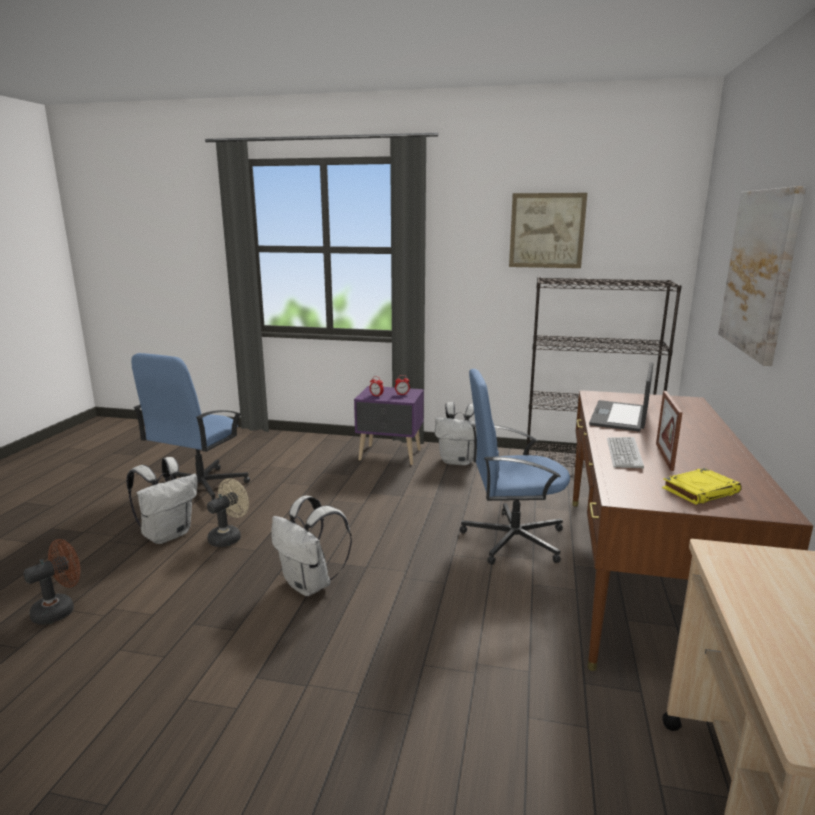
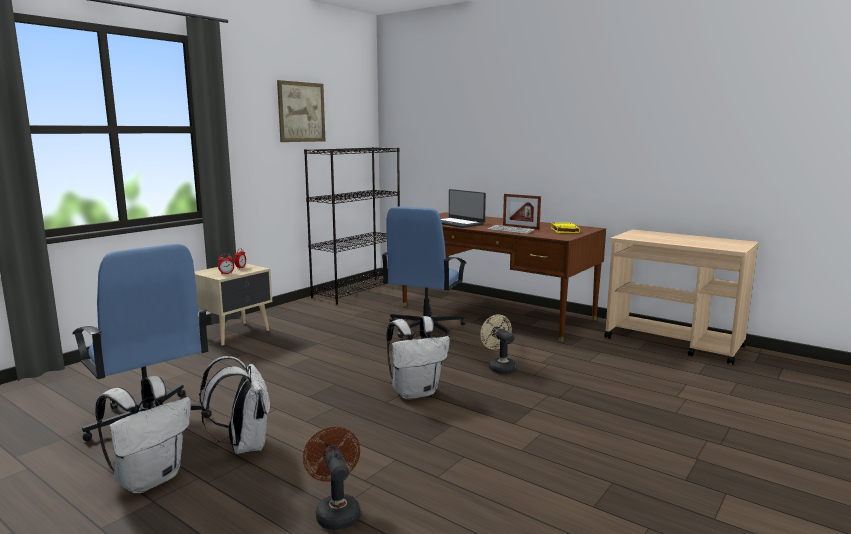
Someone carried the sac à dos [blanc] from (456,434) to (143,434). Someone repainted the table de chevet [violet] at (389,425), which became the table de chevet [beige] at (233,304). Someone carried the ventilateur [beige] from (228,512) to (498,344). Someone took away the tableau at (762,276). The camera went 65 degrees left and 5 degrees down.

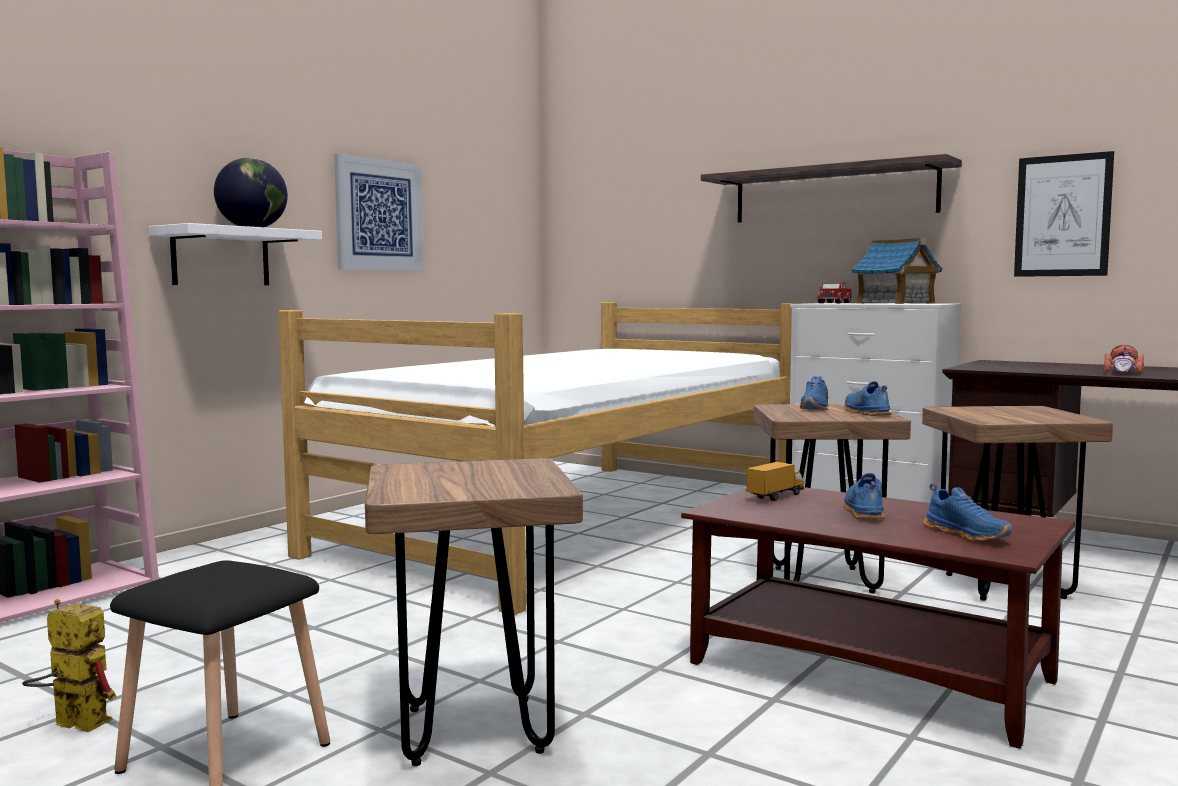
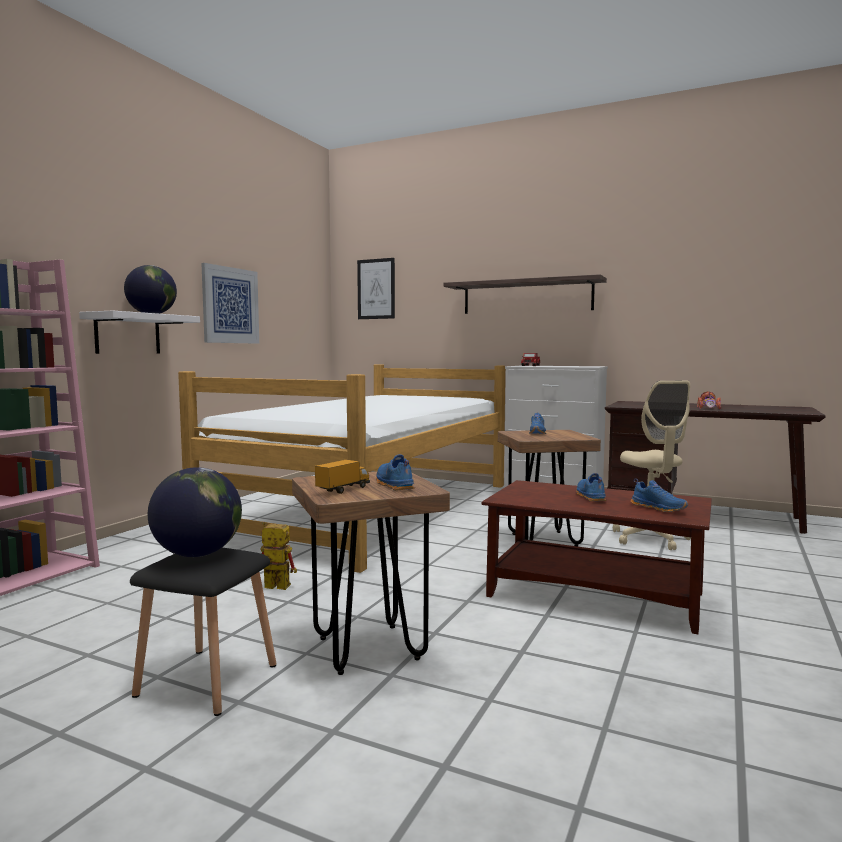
Someone put down the globe at (195,512). Someone carried the robot jouet from (69,665) to (279,556). Someone carried the camion jouet from (775,481) to (342,477). Someone carried the tableau from (1064,214) to (376,288). Someone carried the chaussure [bleu] from (868,398) to (395,472). Someone swapped the tabouret [marron] at (1017,503) for the chaise de bureau [beige] at (652,465). Someone took away the maison miniature at (897,271). The camera went 10 degrees left and 0 degrees up.

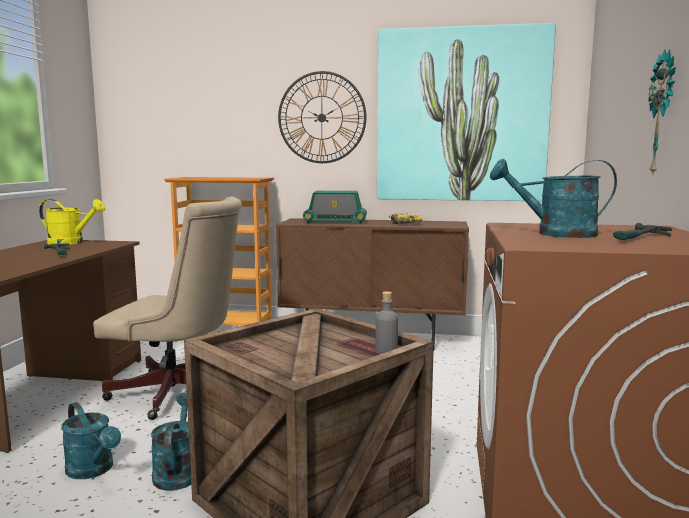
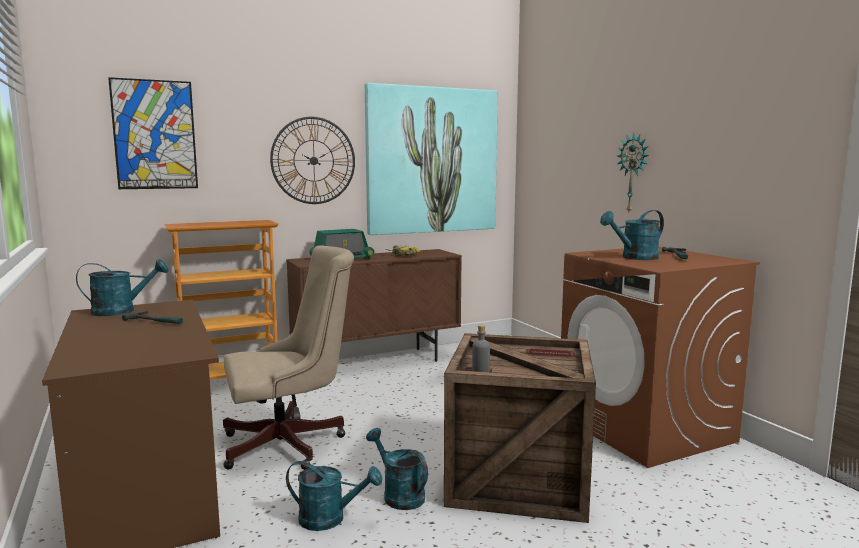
Someone repainted the arrosoir [jaune] at (72,222), which became the arrosoir [turquoise] at (122,287). Someone put up the tableau at (153,133). Someone carried the bouteille [gris] from (387,322) to (481,348). The camera went 35 degrees left and 0 degrees up.

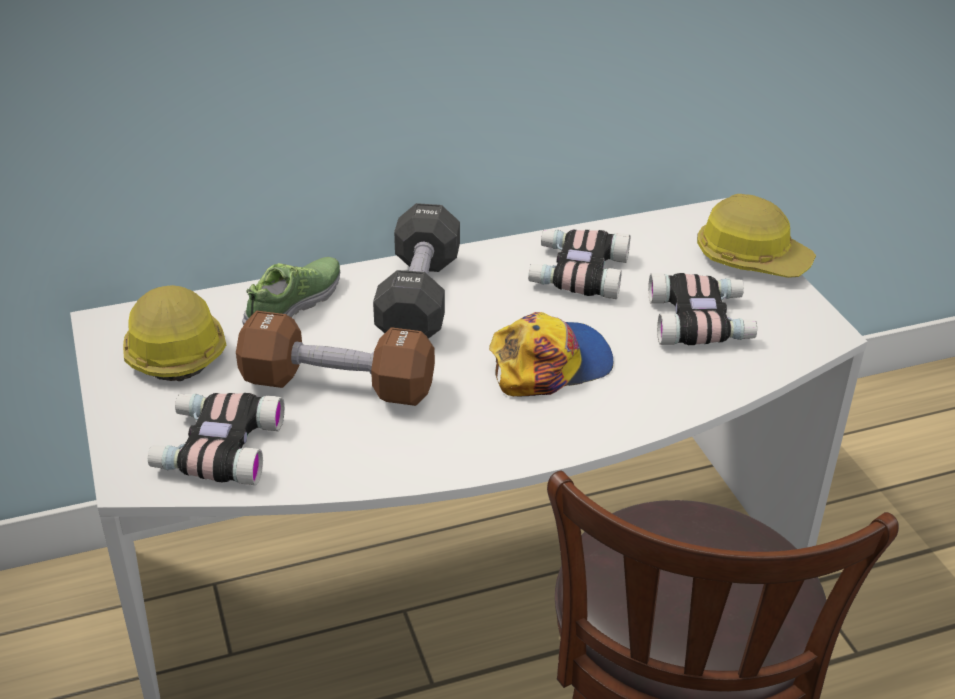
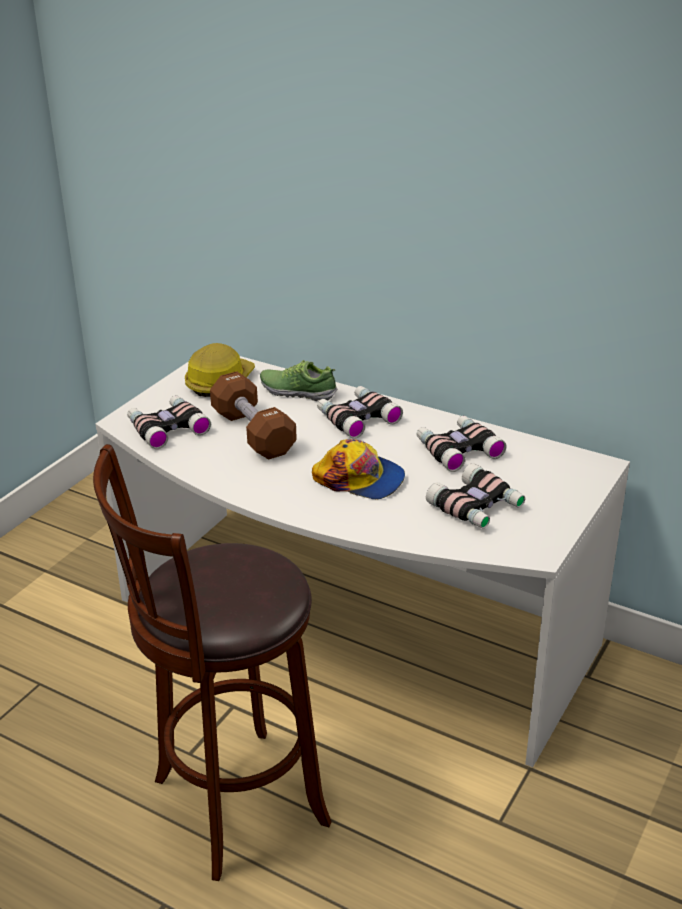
Someone rotated the chaussure at (291,291) by 150 degrees counterclockwise. Someone swapped the haltère [noir] at (416,271) for the jumelles at (360,412). Someone took away the casque de chantier at (756,236). The camera went 50 degrees right and 5 degrees down.

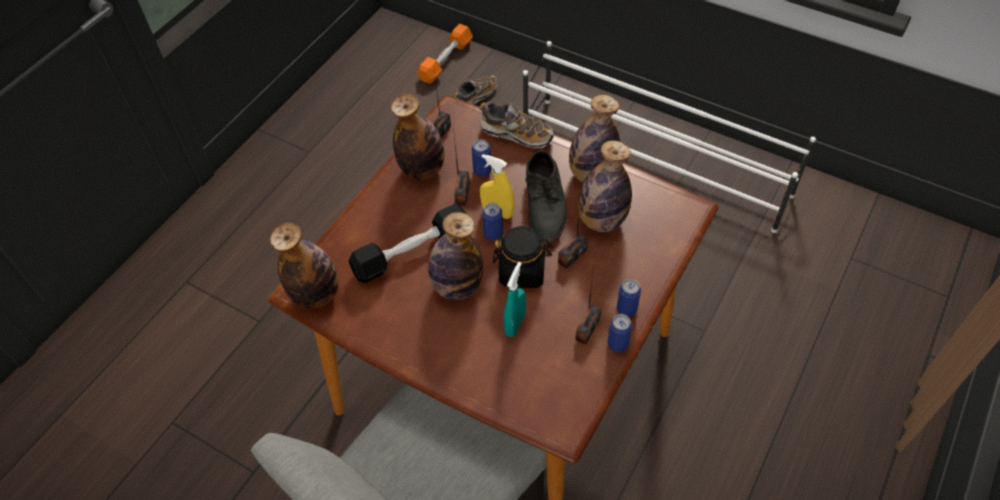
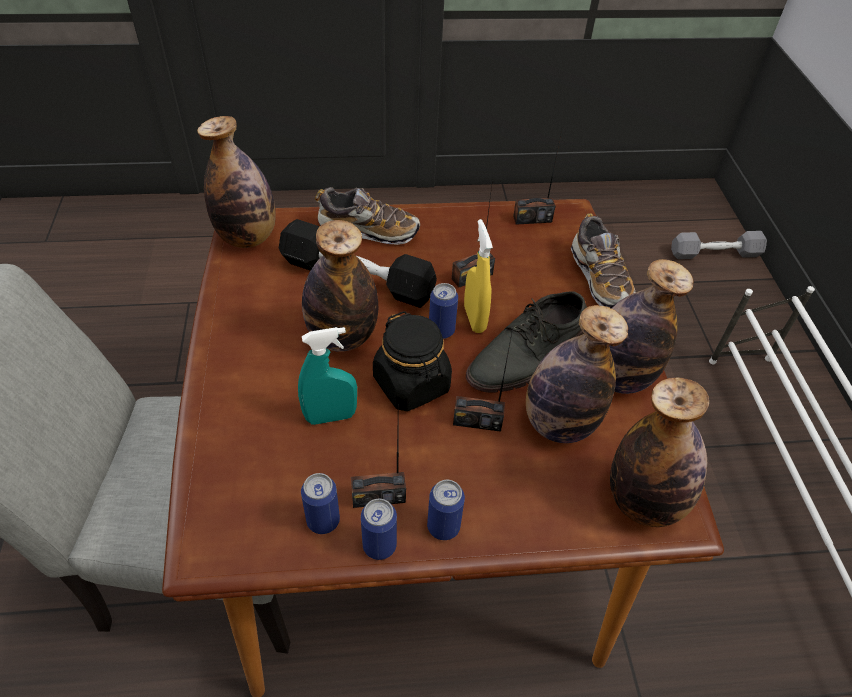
Someone carried the boîte métallique from (481,158) to (320,503). Someone carried the chaussure from (475,90) to (367,216). Someone carried the bouteille from (418,137) to (659,452). Someone repainted the haltère [orange] at (445,54), which became the haltère [gris] at (719,245). The camera went 50 degrees right and 5 degrees down.

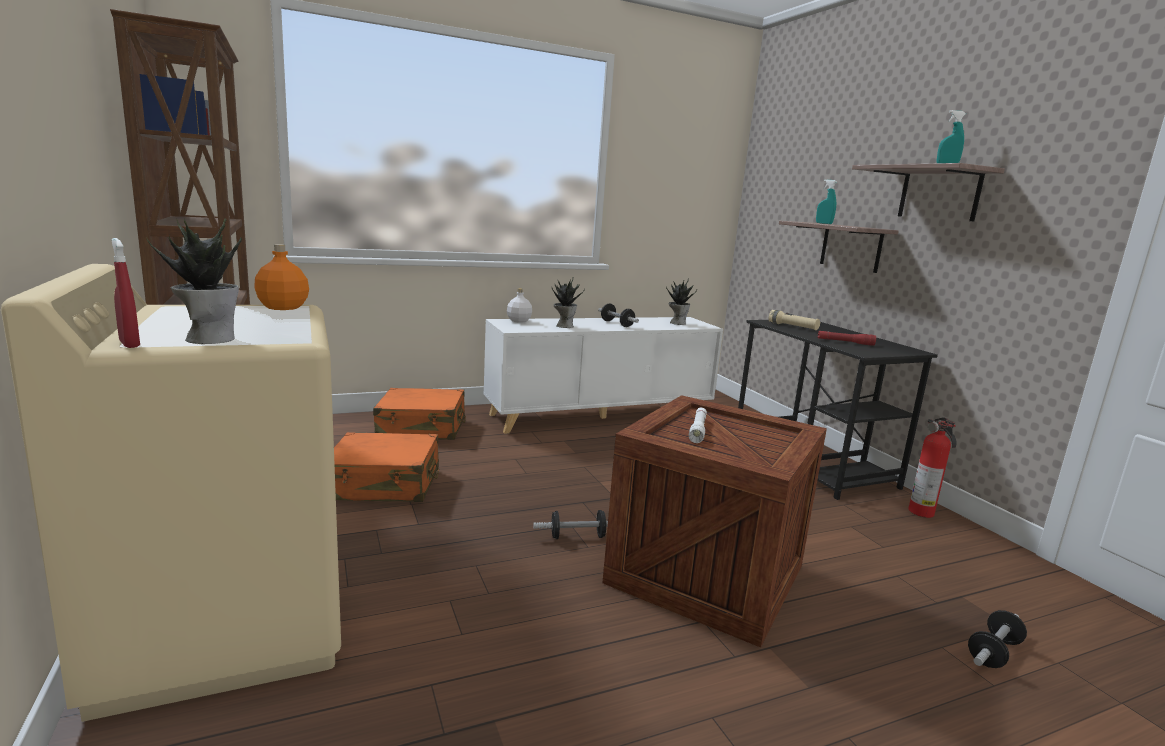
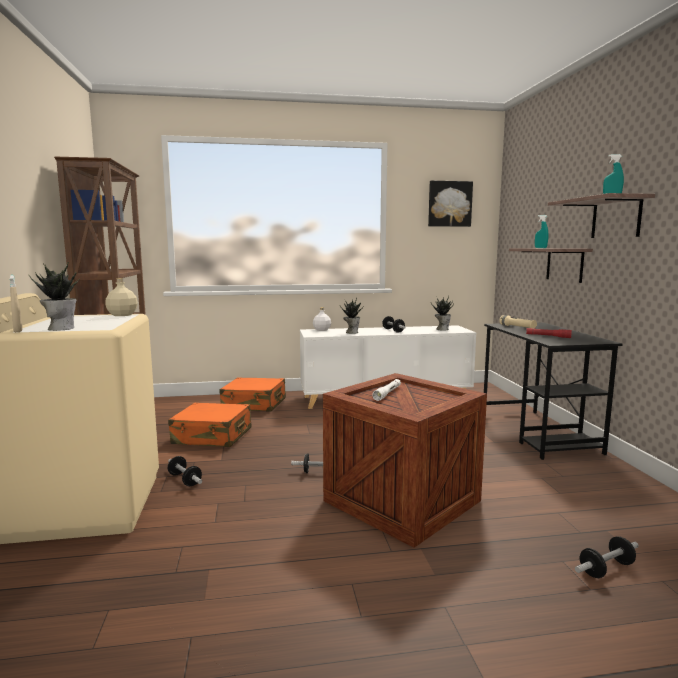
Someone repainted the vaporisateur [rouge] at (126,293), which became the vaporisateur [beige] at (16,303). Someone repainted the bouteille [orange] at (281,277), which became the bouteille [beige] at (121,297). Someone put down the haltère at (185,471). Someone put up the tableau at (450,204). Someone took away the extincteur at (932,467). The camera went 15 degrees right and 5 degrees down.

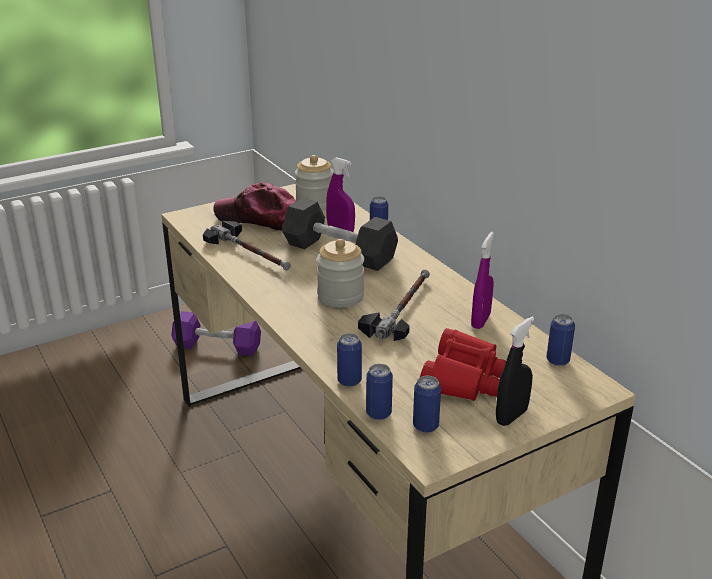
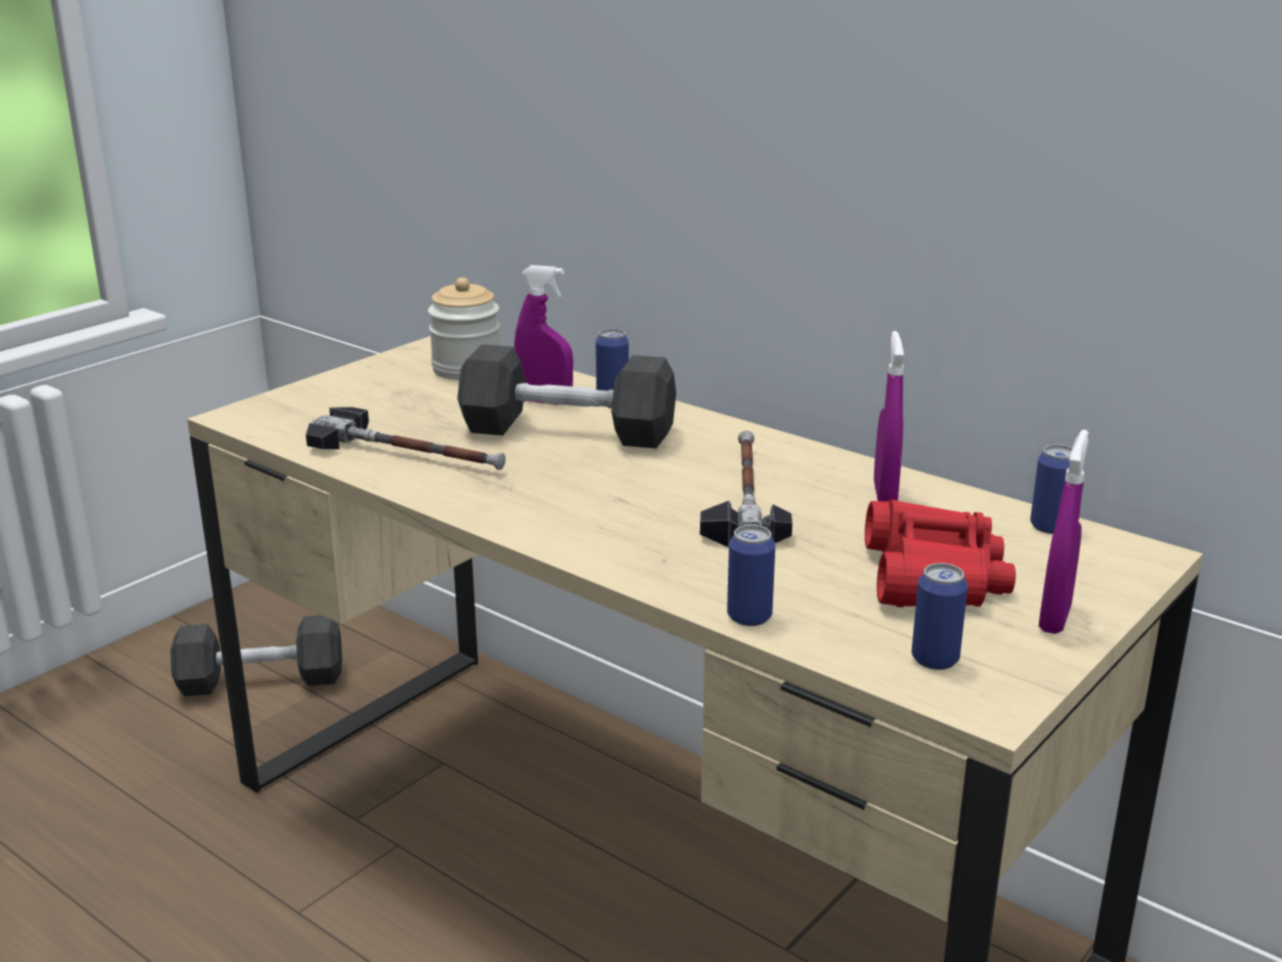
Someone repainted the haltère [violet] at (216,333), which became the haltère [noir] at (256,655). Someone repainted the vaporisateur [noir] at (515,371), which became the vaporisateur [violet] at (1064,532). Someone took away the casquette at (255,206). Someone took away the bocal at (340,273). Someone took away the boîte métallique at (379,392). The camera went 20 degrees left and 5 degrees down.

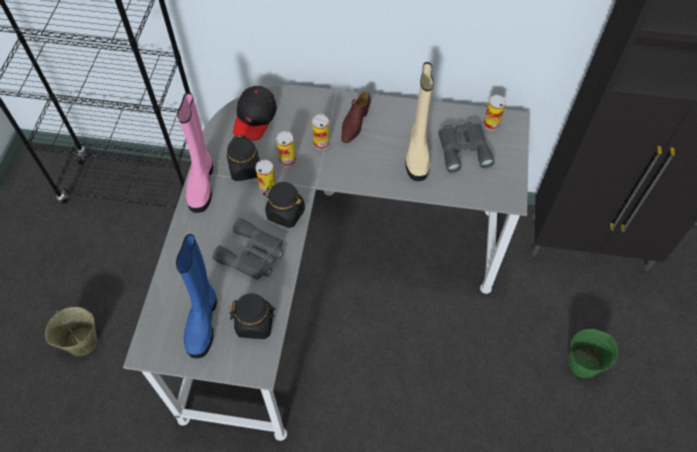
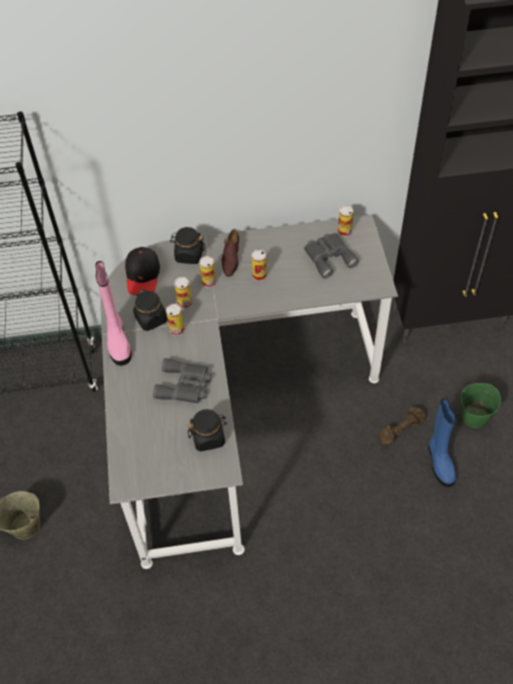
Someone carried the bocal [noir] from (284,205) to (187,245). Someone put down the boîte métallique at (259,265). Someone put down the haltère [marron] at (403,425). Someone carried the botte [bleu] from (196,296) to (442,442). Someone took away the botte [beige] at (419,121). The camera went 15 degrees left and 5 degrees down.

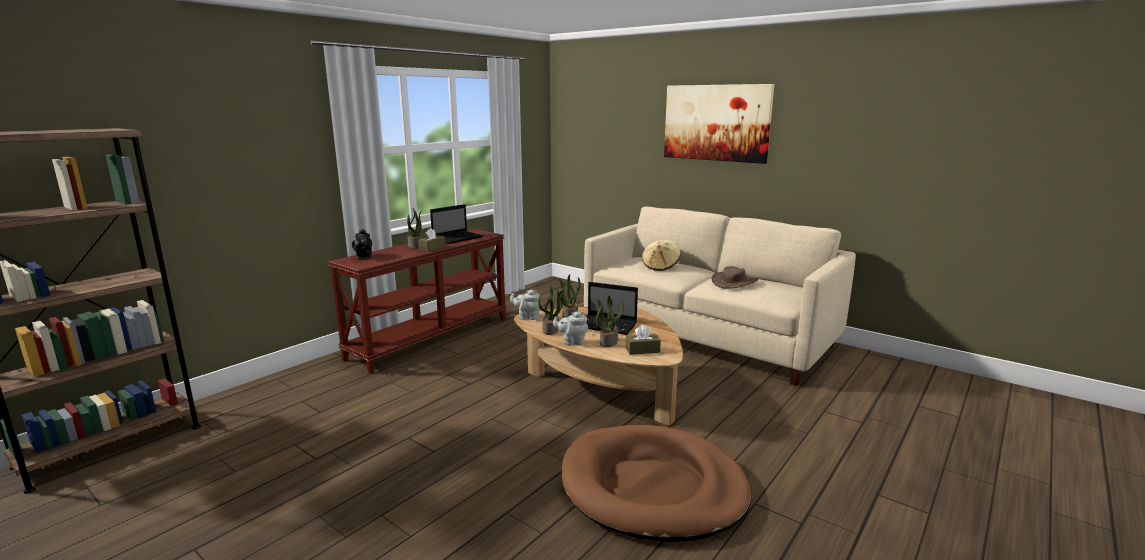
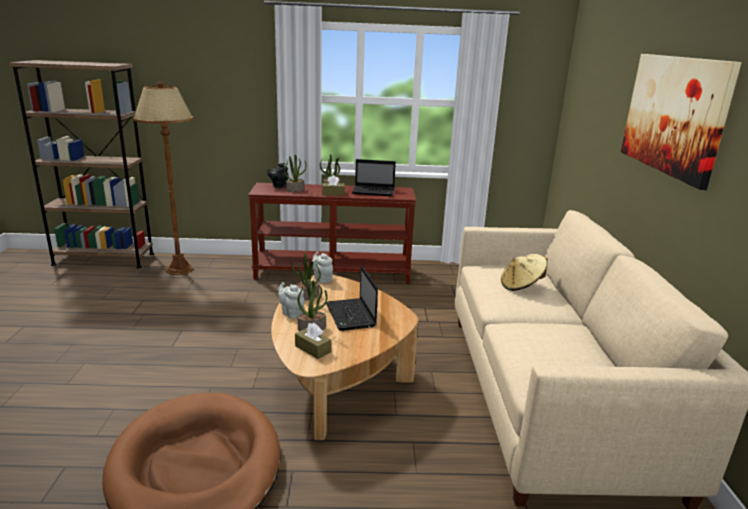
Someone put down the lampadaire [marron] at (163,178). Someone carried the plante en pot from (569,296) to (295,173). Someone took away the chapeau [marron] at (735,277). The camera went 50 degrees right and 5 degrees up.

